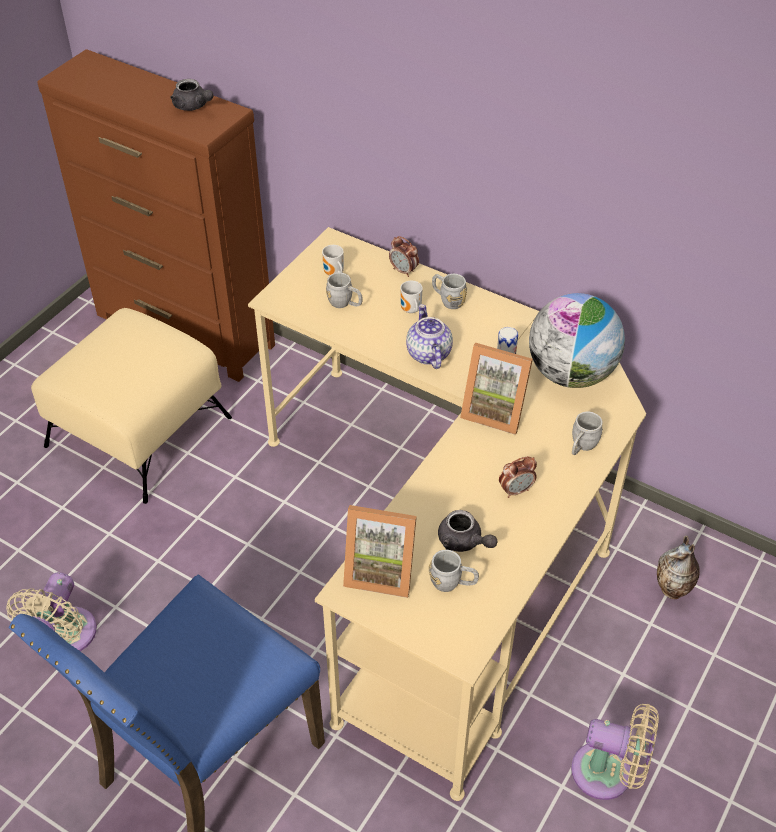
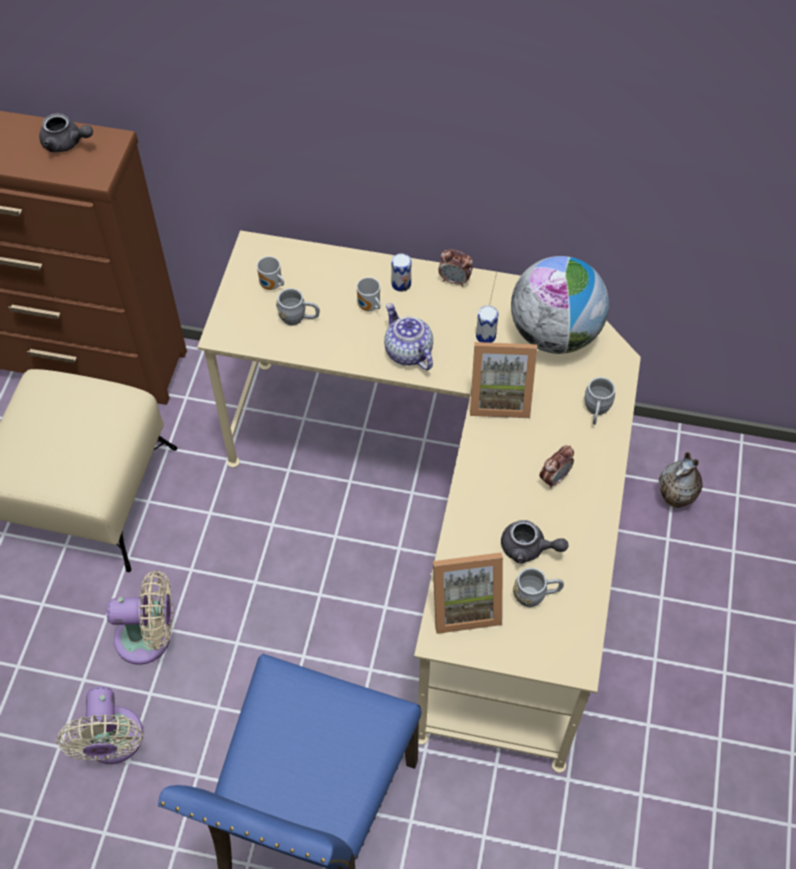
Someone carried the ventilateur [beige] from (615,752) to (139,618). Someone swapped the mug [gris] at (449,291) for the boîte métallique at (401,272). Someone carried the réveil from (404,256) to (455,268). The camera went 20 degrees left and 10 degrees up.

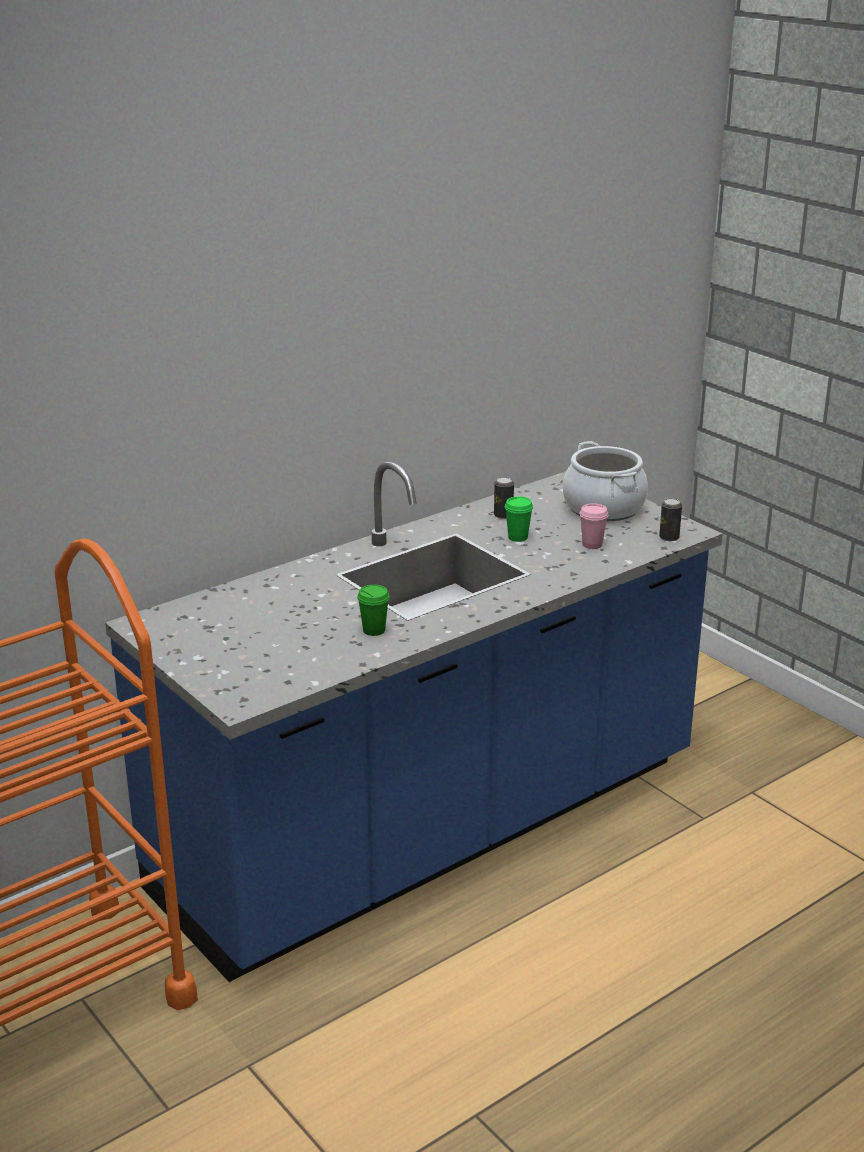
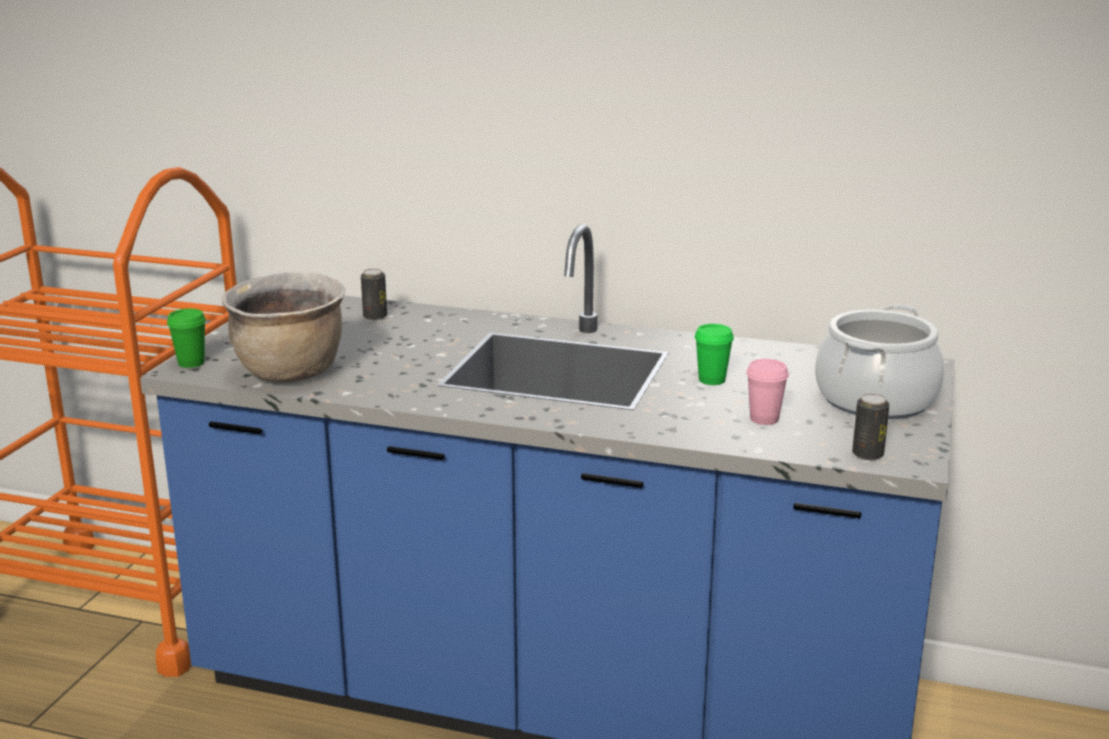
Someone carried the tasse [vert] from (373,610) to (186,338). Someone put down the marmite [marron] at (283,327). Someone carried the boîte métallique from (504,498) to (374,294). The camera went 55 degrees right and 5 degrees down.

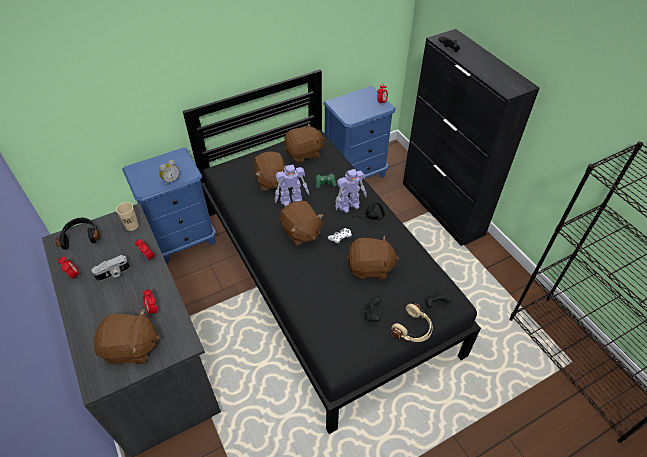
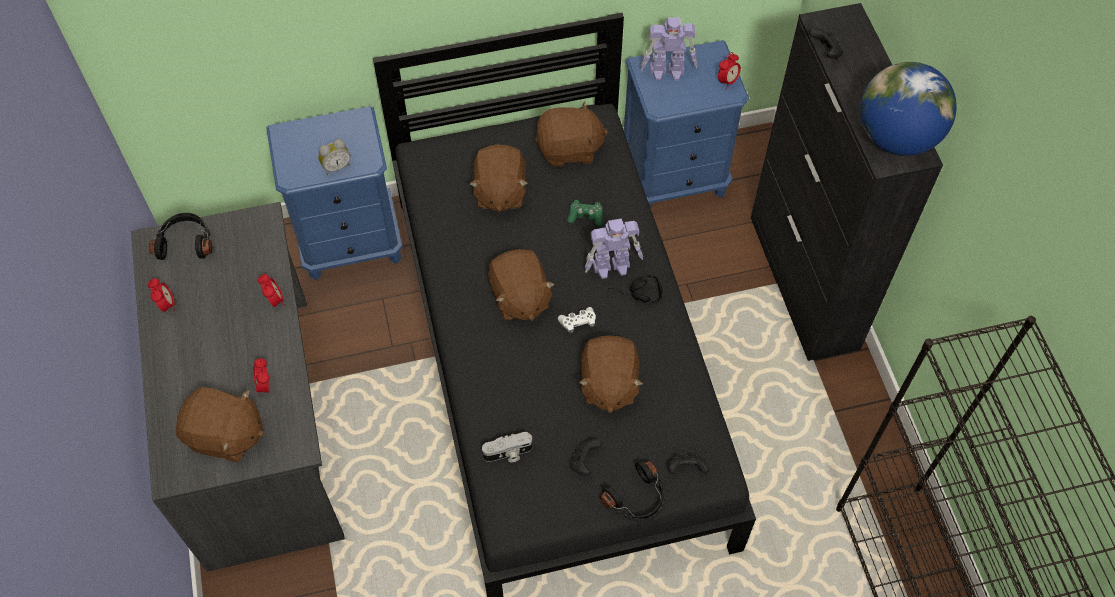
Someone carried the appareil photo from (110,268) to (507,447). Someone rotated the peluche [marron] at (373,257) by 75 degrees clockwise. Someone repainted the casque audio [beige] at (412,322), which became the casque audio [noir] at (632,491). Someone carried the robot jouet from (292,185) to (669,48). Someone put down the globe at (908,109). Someone took away the tasse [beige] at (127,216). The camera went 15 degrees right and 10 degrees up.

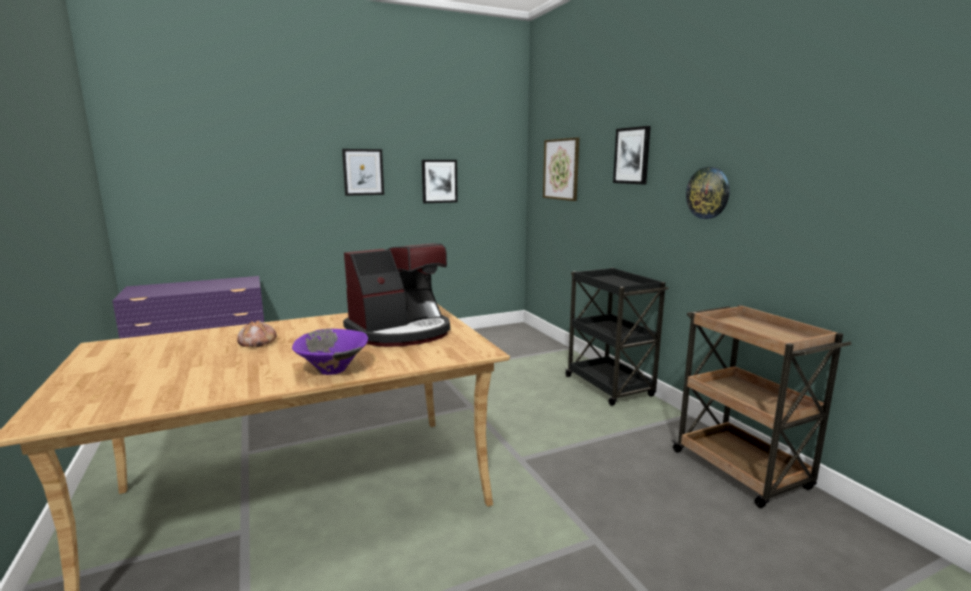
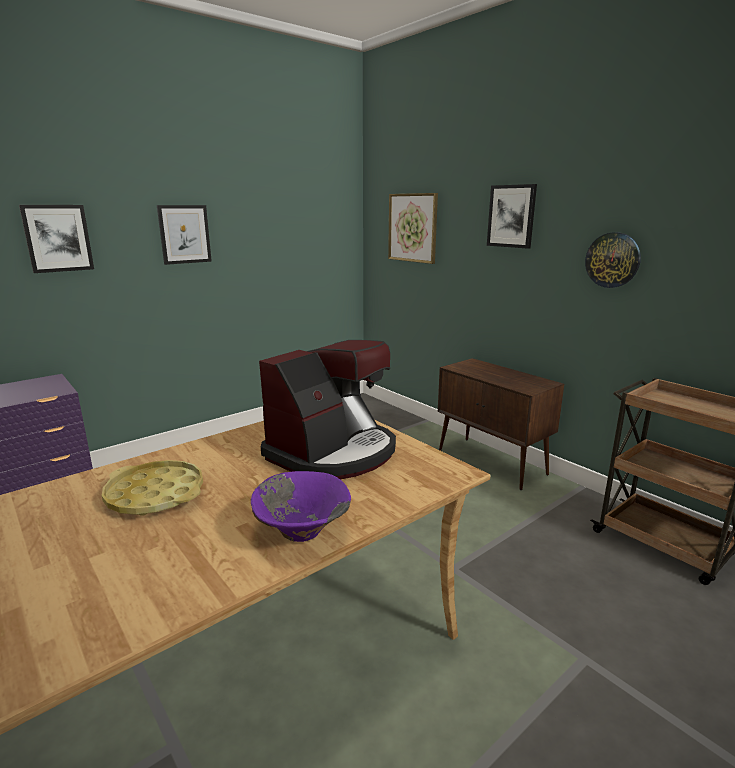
Someone carried the tableau from (440,181) to (56,239). Someone swapped the pain at (256,333) for the plateau [jaune] at (152,488). Someone swapped the chariot [noir] at (616,337) for the meuble de rangement [marron] at (501,424). The camera went 15 degrees left and 5 degrees up.

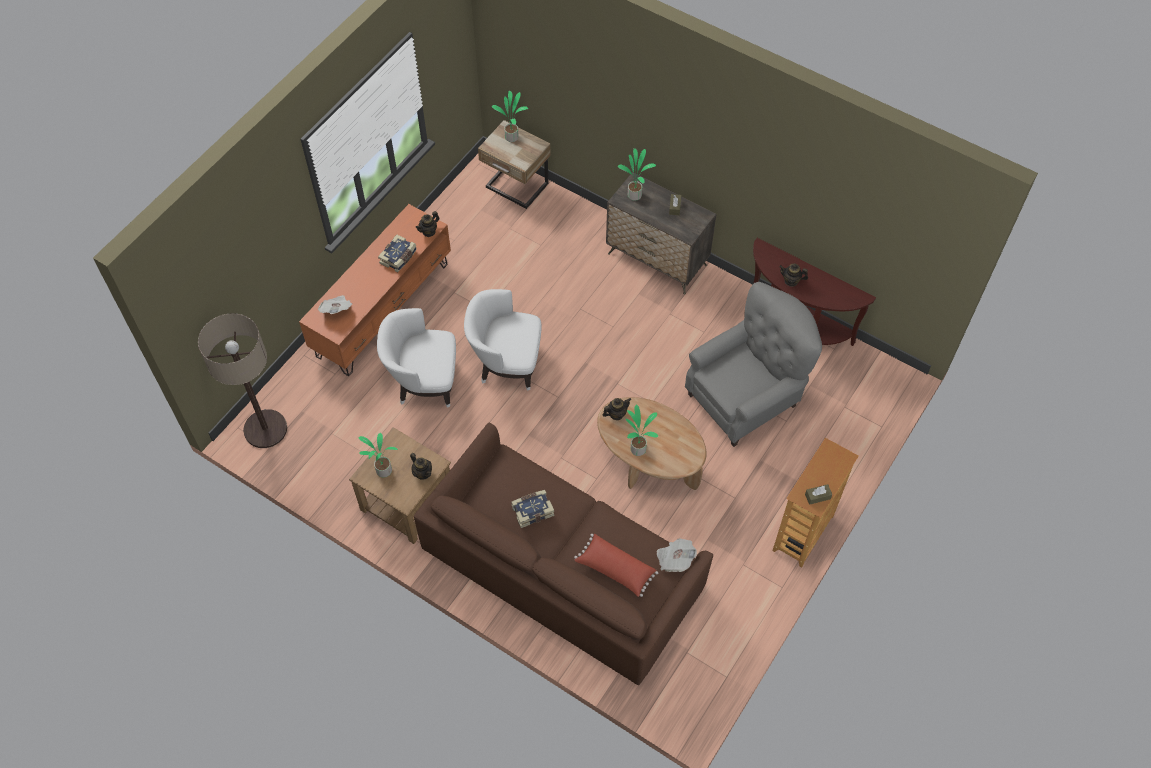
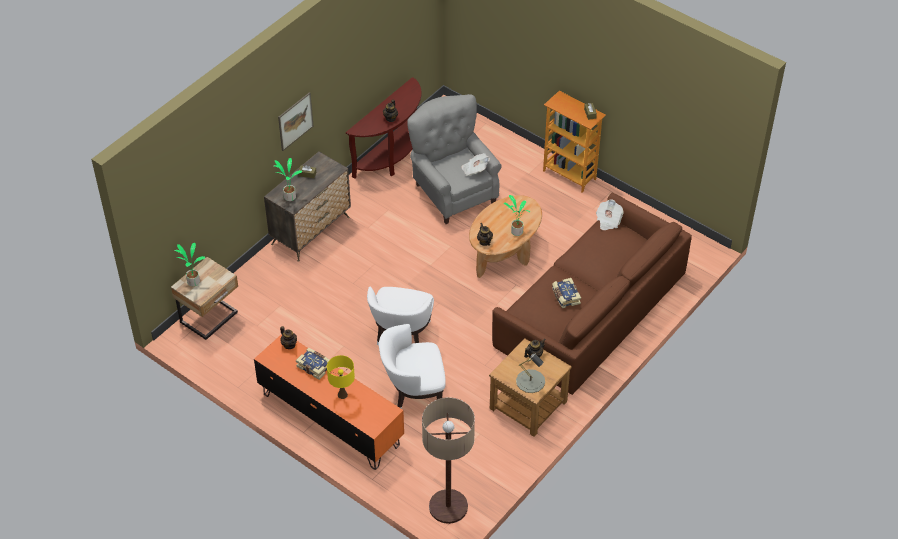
Someone put up the tableau at (295,121). Someone put down the lampe de table [jaune] at (341,377). Someone rotated the fauteuil [blanc] at (416,358) by 75 degrees clockwise. Someone carried the journal from (335,304) to (475,164). Someone swapped the plante en pot at (378,455) for the lampe de table [gris] at (530,373). Someone took away the coussin [rouge] at (616,565). The camera went 85 degrees left and 10 degrees down.

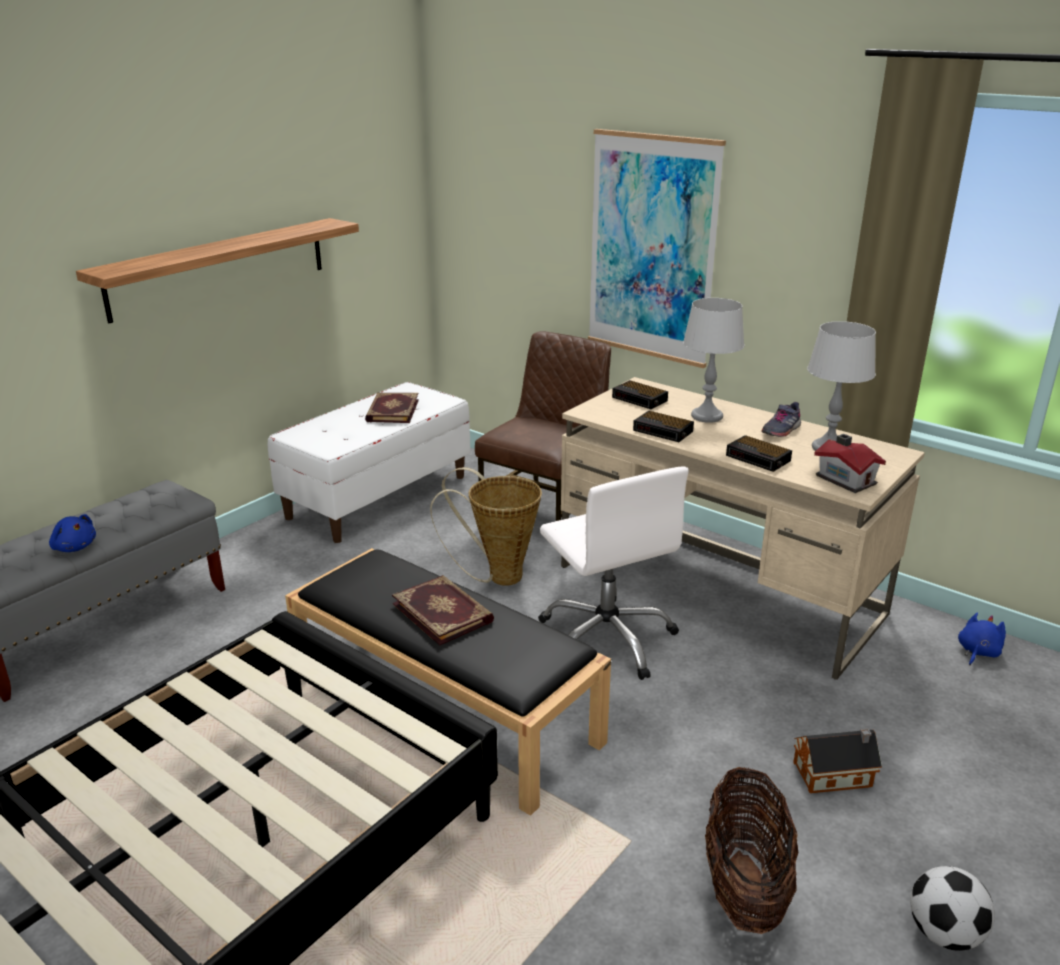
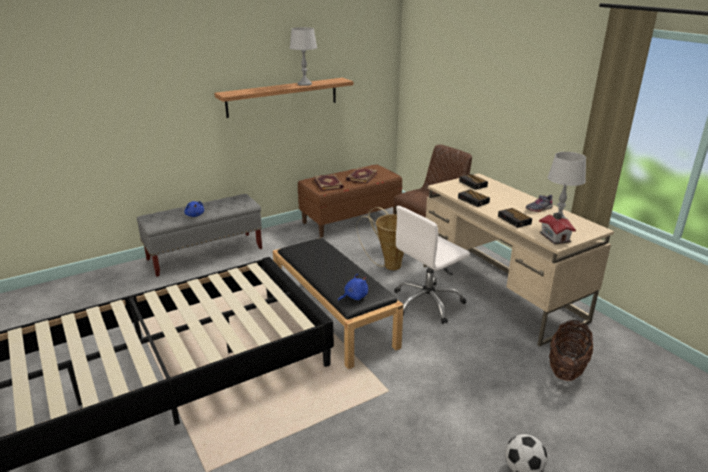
Someone carried the lampe de table [gris] from (714,360) to (303,56). Someone repainted the banc [blanc] at (369,462), which became the banc [marron] at (350,201). Someone carried the livre from (443,610) to (329,182). Someone carried the peluche [bleu] from (982,639) to (353,287). Someone rotated the chaise de bureau [blanc] at (614,573) by 60 degrees clockwise. Someone carried the panier from (752,850) to (571,350). Someone took away the tableau at (657,248). Someone took away the maison miniature at (837,761). The camera went 20 degrees right and 0 degrees up.

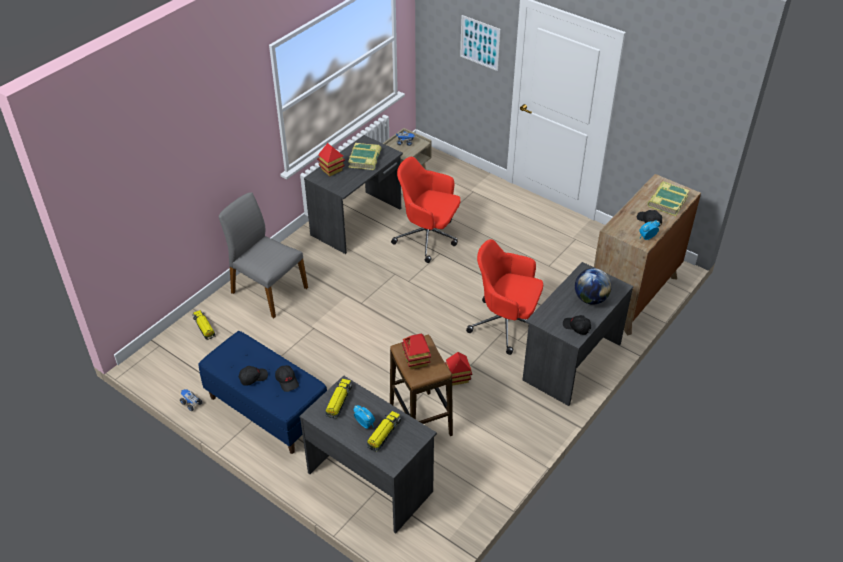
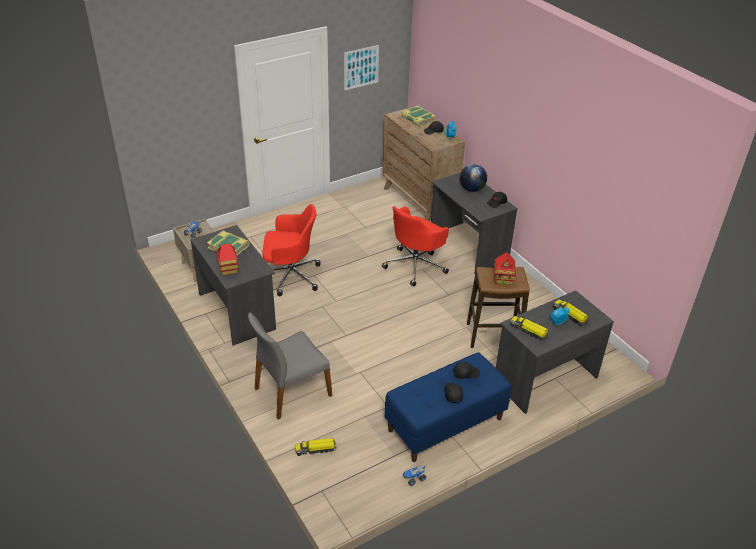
Someone rotated the chaise de bureau [rouge] at (426,210) by 135 degrees counterclockwise. Someone carried the tableau from (480,43) to (361,67). Someone took away the maison miniature at (458,369). The camera went 70 degrees left and 5 degrees down.

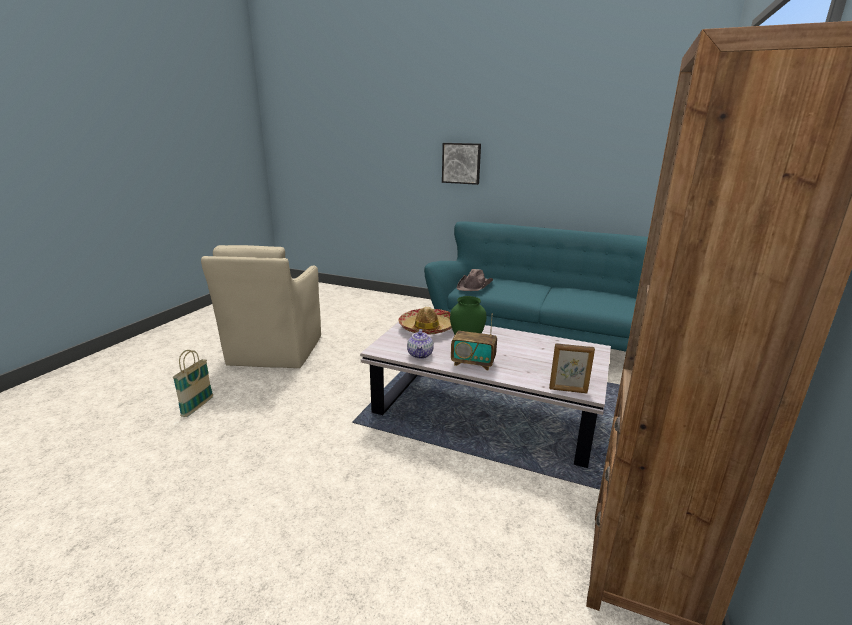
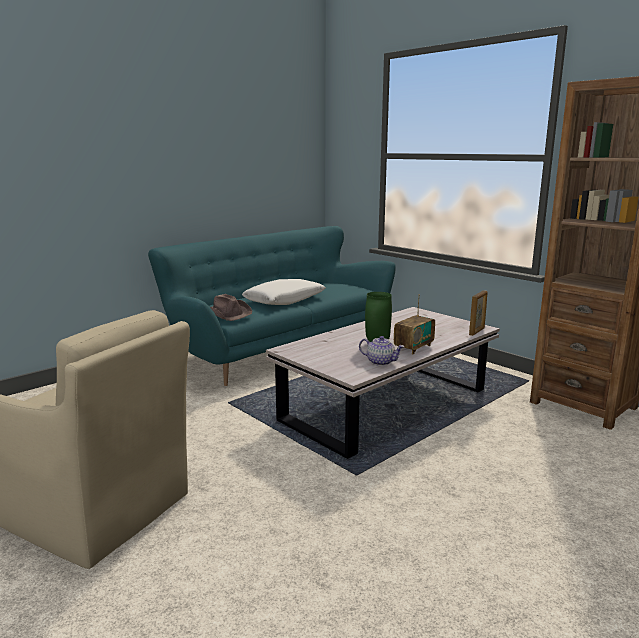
Someone put down the coussin [blanc] at (284,292). Someone took away the panier at (193,383). Someone took away the chapeau at (425,320). Someone took away the tableau at (461,164). The camera went 65 degrees left and 5 degrees down.

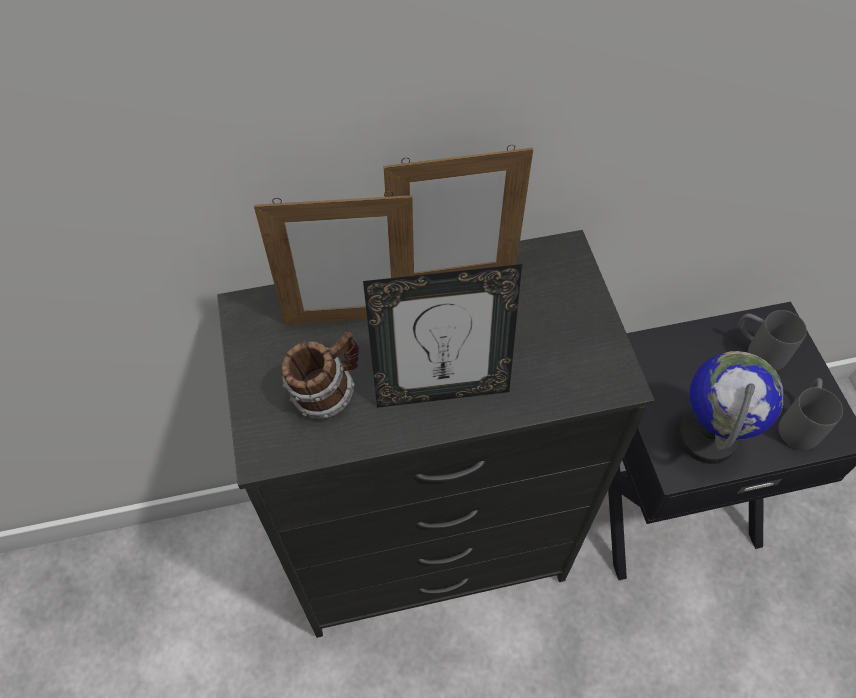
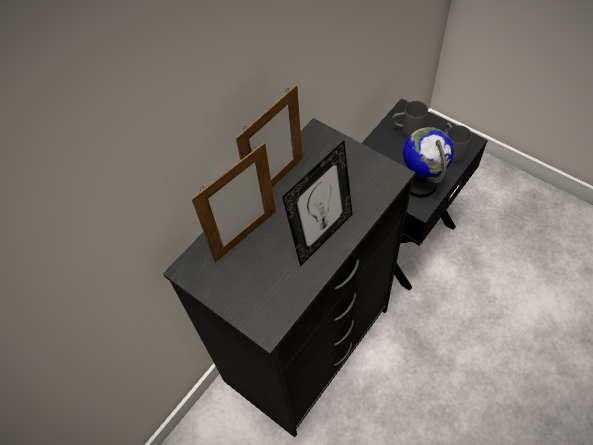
Someone took away the mug at (320,375). The camera went 35 degrees left and 0 degrees up.

